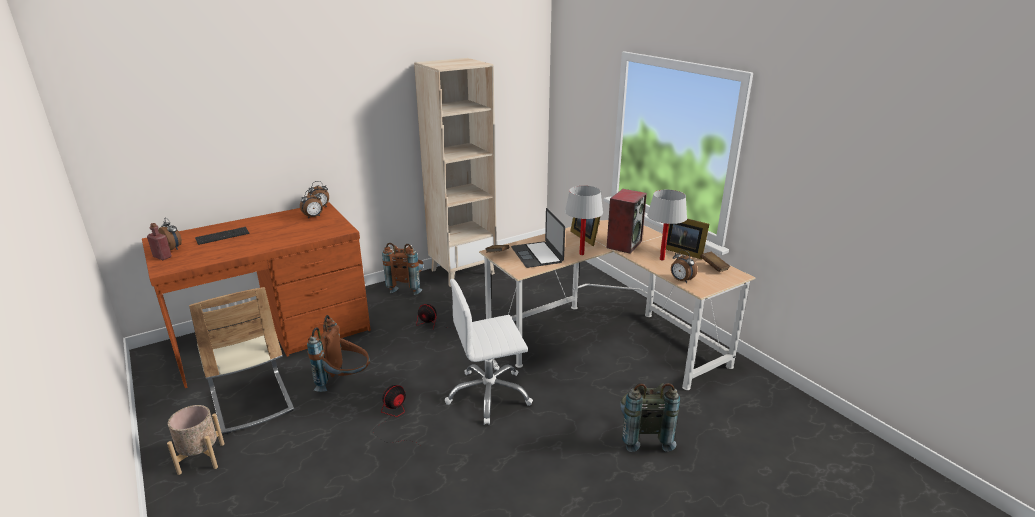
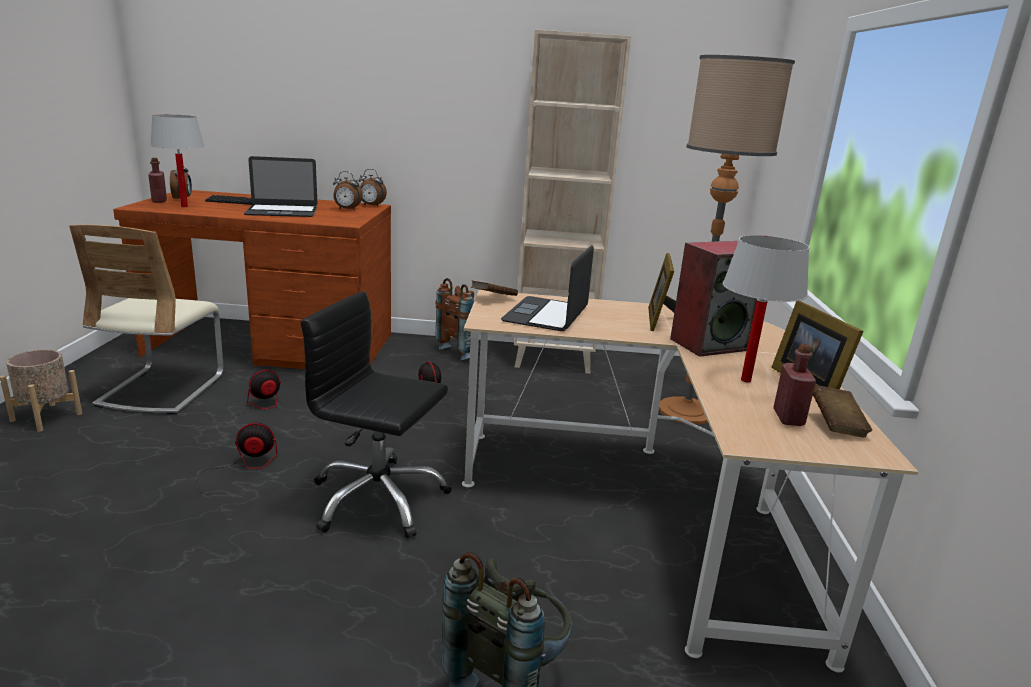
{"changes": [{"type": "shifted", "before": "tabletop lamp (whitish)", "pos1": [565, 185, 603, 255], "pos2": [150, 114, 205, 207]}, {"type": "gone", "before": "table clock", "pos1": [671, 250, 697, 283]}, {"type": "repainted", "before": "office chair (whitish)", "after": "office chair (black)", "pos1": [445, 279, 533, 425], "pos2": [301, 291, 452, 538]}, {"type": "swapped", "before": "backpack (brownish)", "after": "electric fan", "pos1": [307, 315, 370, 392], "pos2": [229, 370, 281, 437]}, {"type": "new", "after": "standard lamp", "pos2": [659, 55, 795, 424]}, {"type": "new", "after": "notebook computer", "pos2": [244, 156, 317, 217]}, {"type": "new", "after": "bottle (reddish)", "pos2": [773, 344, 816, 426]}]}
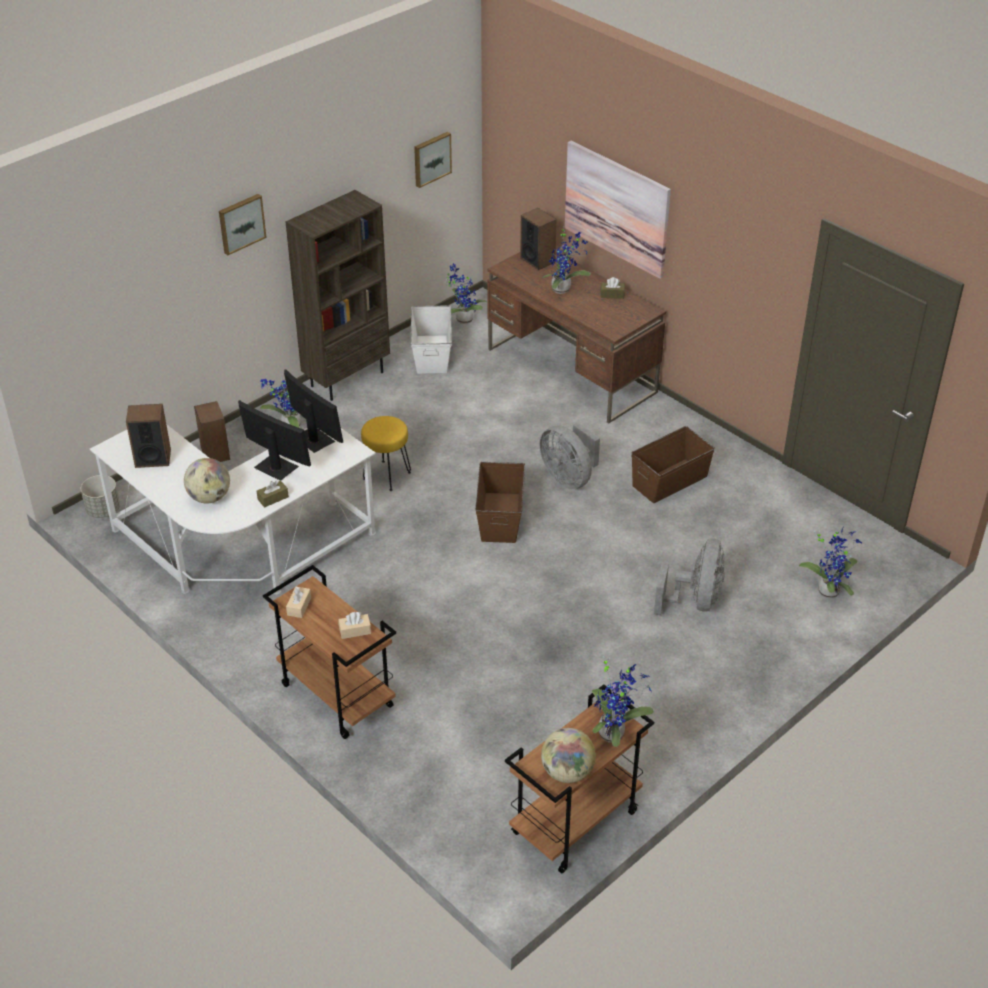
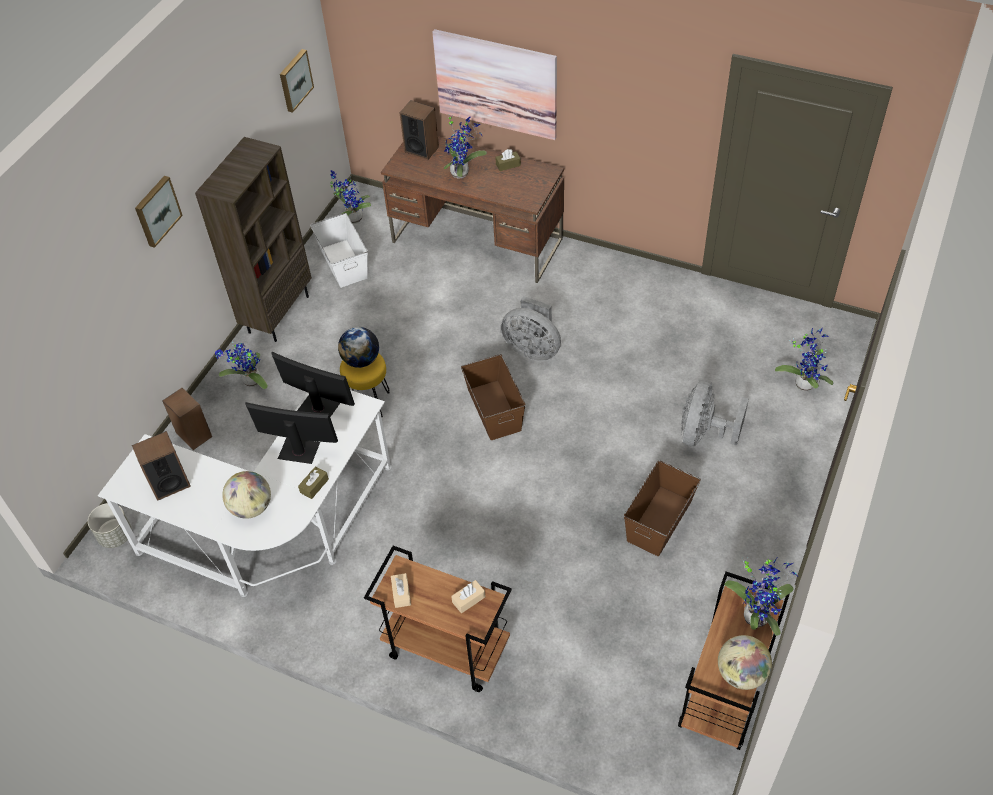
{"changes": [{"type": "shifted", "before": "storage container (brownish)", "pos1": [631, 426, 715, 503], "pos2": [624, 460, 701, 556]}, {"type": "rotated", "before": "electric fan (gray)", "pos1": [654, 538, 725, 615], "pos2": [681, 379, 749, 446], "turn": -150}, {"type": "new", "after": "world globe", "pos2": [338, 327, 379, 368]}]}
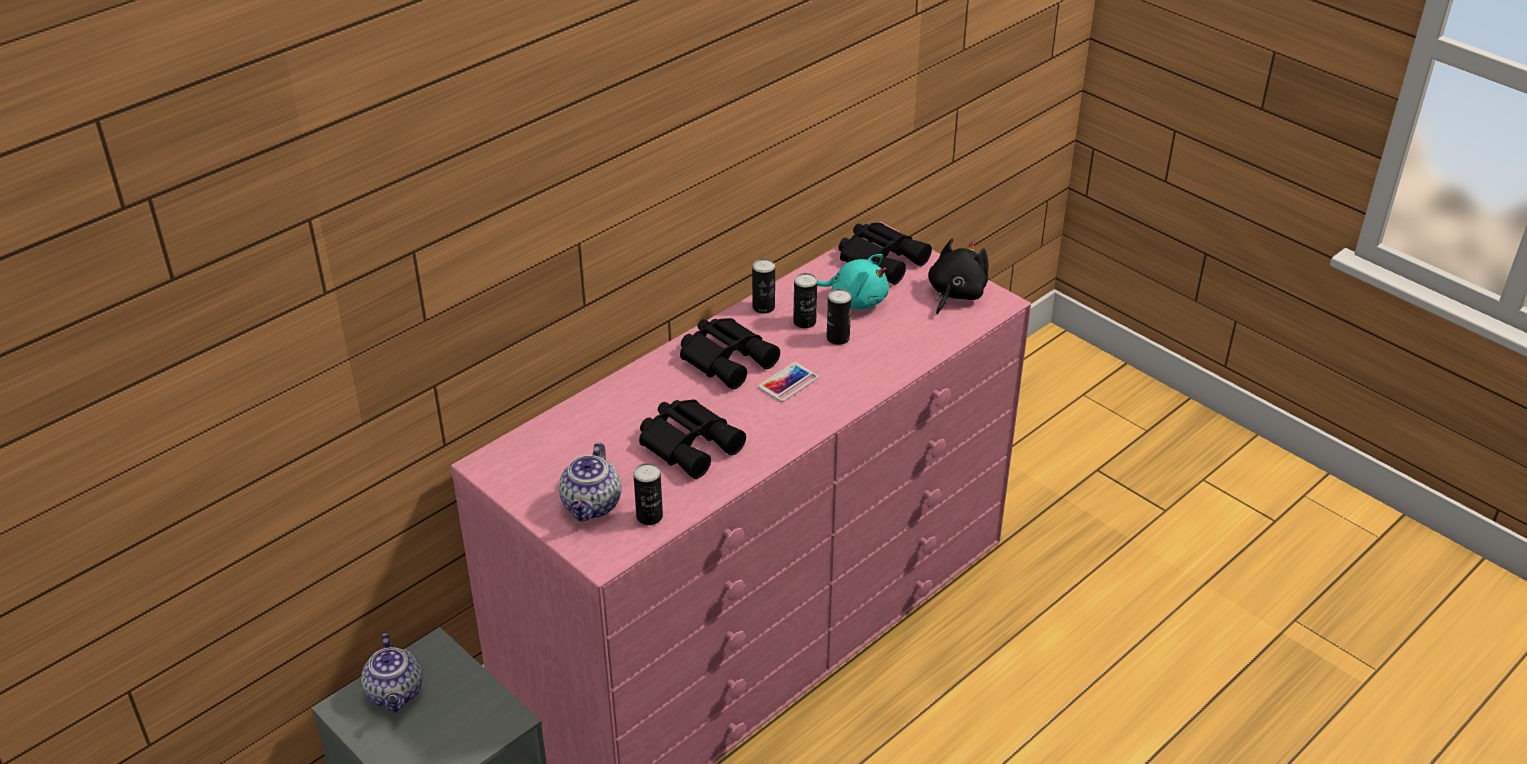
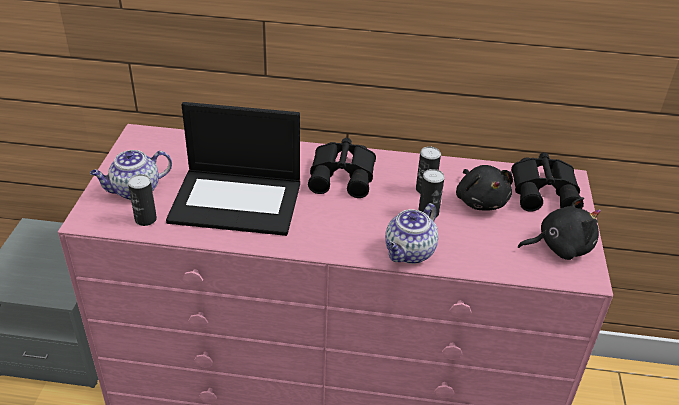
{"changes": [{"type": "repainted", "before": "cuddly toy (blue-green)", "after": "cuddly toy (black)", "pos1": [817, 254, 889, 310], "pos2": [456, 165, 513, 211]}, {"type": "gone", "before": "metal can", "pos1": [752, 259, 775, 314]}, {"type": "gone", "before": "telephone", "pos1": [758, 362, 819, 402]}, {"type": "swapped", "before": "field glasses (black)", "after": "notebook computer", "pos1": [639, 399, 746, 479], "pos2": [166, 102, 300, 236]}, {"type": "shifted", "before": "teapot", "pos1": [361, 633, 423, 713], "pos2": [385, 203, 438, 264]}]}
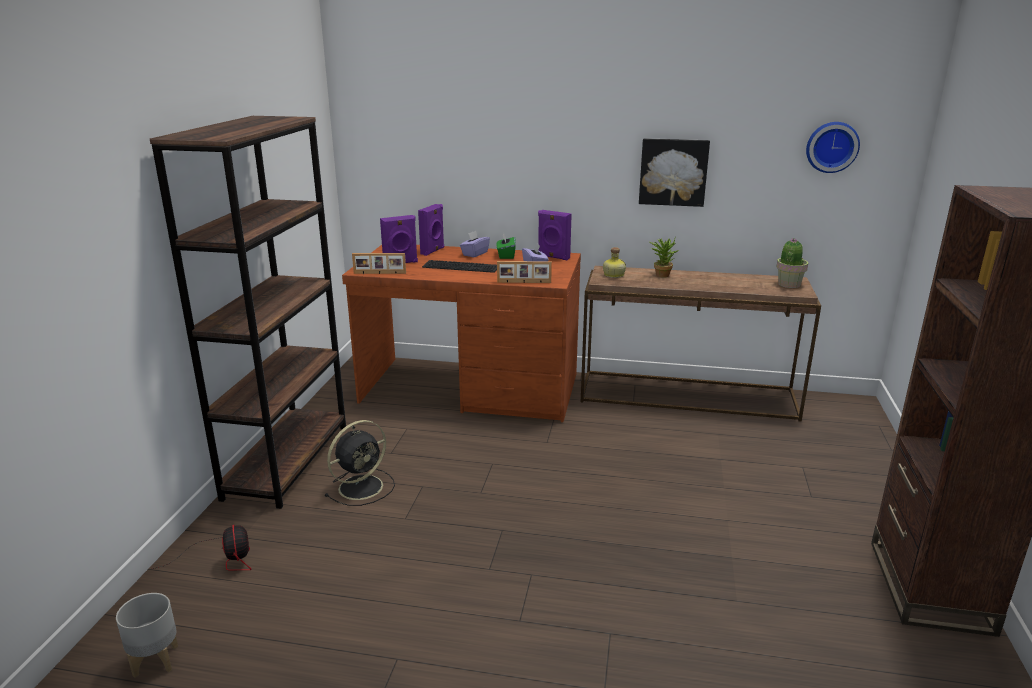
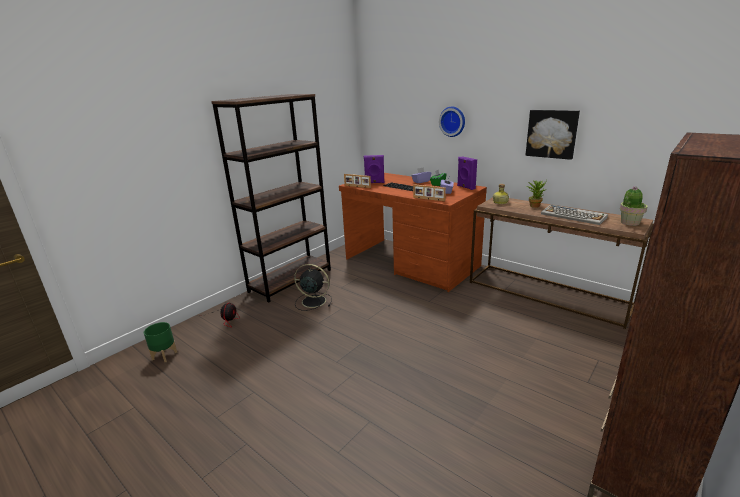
{"changes": [{"type": "shifted", "before": "clock on the wall", "pos1": [806, 122, 860, 173], "pos2": [439, 107, 465, 137]}, {"type": "gone", "before": "loudspeaker (purple-coloured)", "pos1": [418, 204, 444, 256]}, {"type": "rotated", "before": "electric fan (black)", "pos1": [324, 420, 395, 506], "pos2": [294, 264, 332, 311], "turn": -150}, {"type": "repainted", "before": "planter (gray)", "after": "planter (green-coloured)", "pos1": [116, 593, 178, 678], "pos2": [144, 322, 178, 362]}, {"type": "new", "after": "PC keyboard", "pos2": [541, 204, 608, 225]}]}
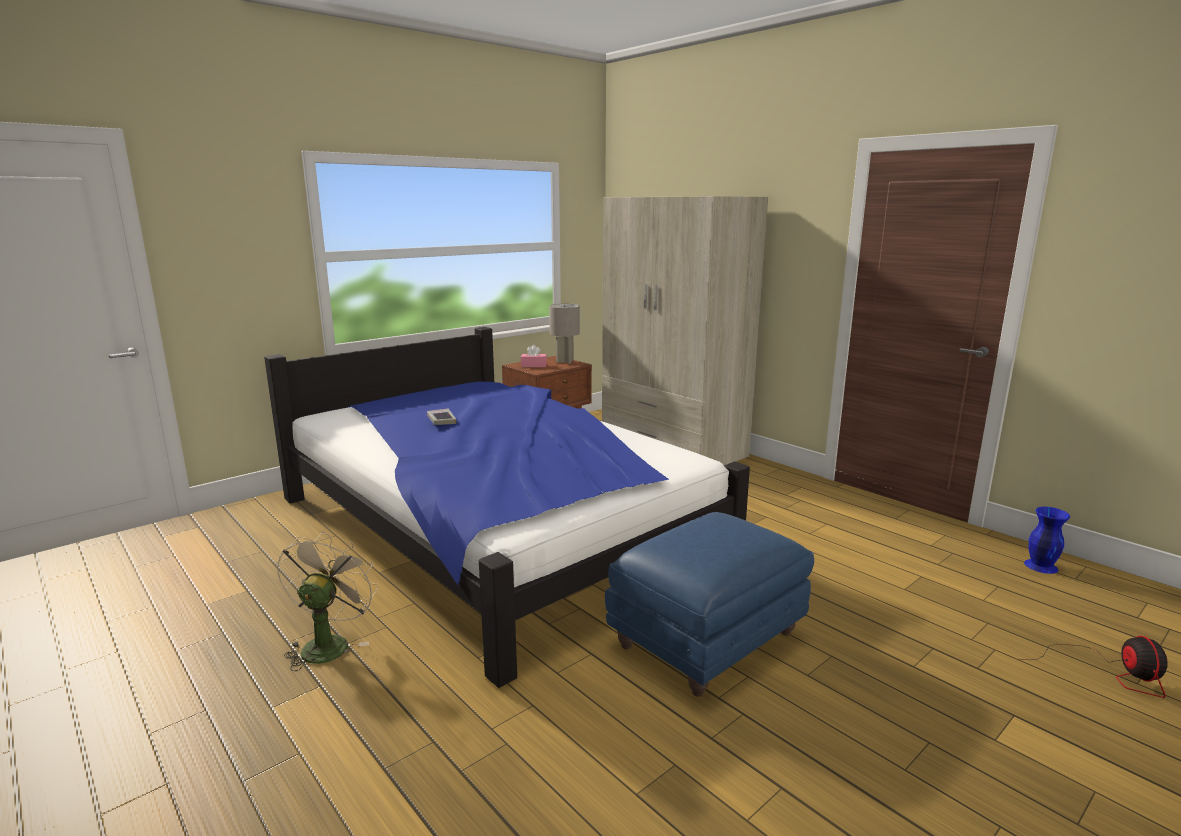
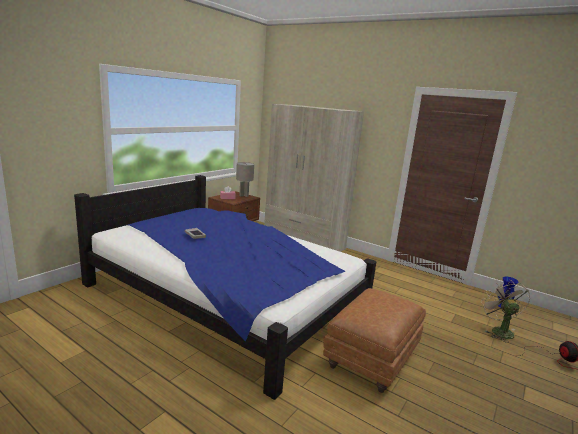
{"changes": [{"type": "repainted", "before": "pouffe (blue-coloured)", "after": "pouffe (brownish)", "pos1": [605, 512, 814, 697], "pos2": [323, 288, 426, 393]}, {"type": "shifted", "before": "electric fan (sand-coloured)", "pos1": [277, 531, 379, 671], "pos2": [481, 281, 530, 343]}]}
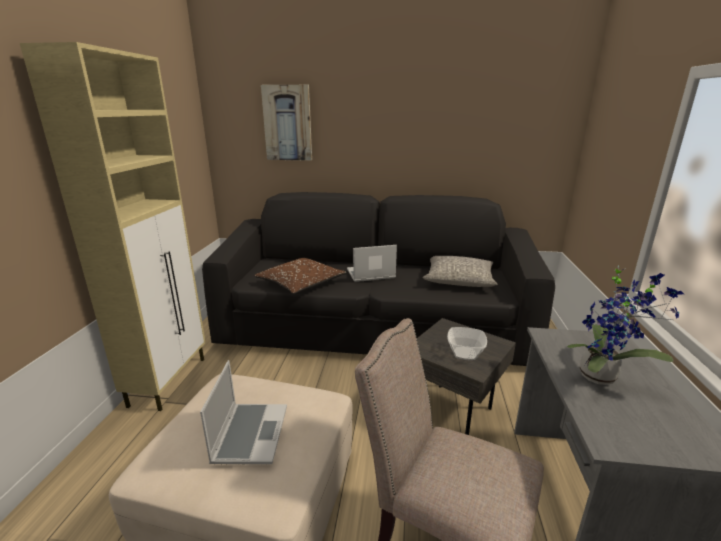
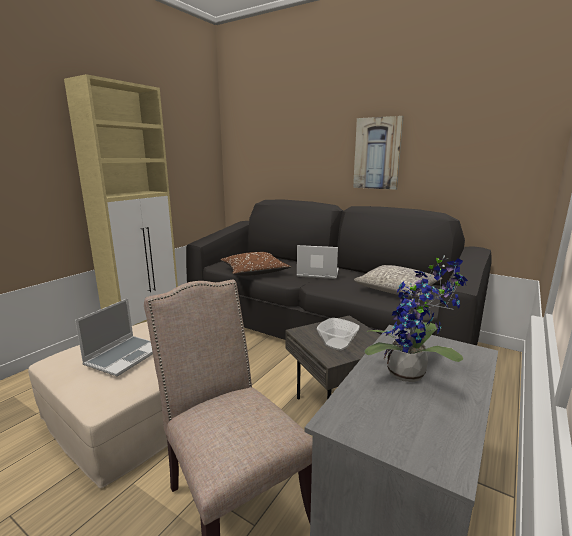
{"changes": [{"type": "shifted", "before": "wall art", "pos1": [261, 85, 312, 161], "pos2": [353, 116, 404, 190]}]}
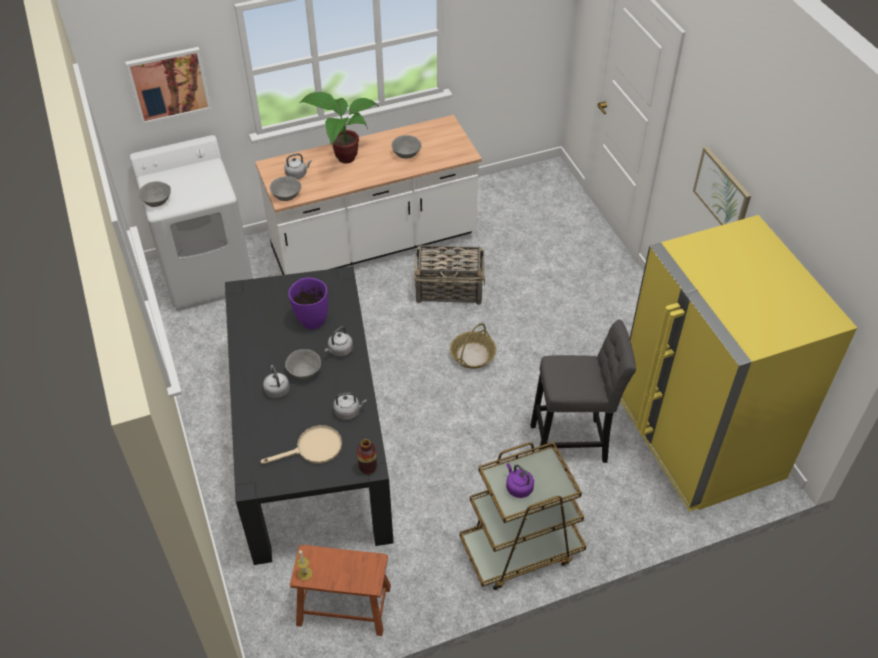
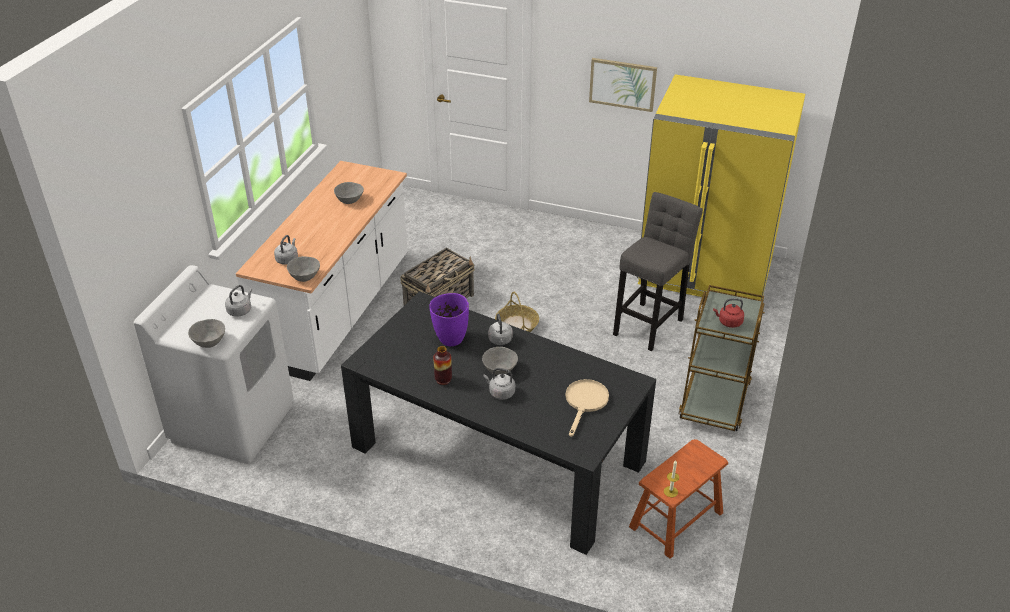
{"changes": [{"type": "gone", "before": "wall art", "pos1": [125, 47, 212, 125]}, {"type": "gone", "before": "potted plant", "pos1": [299, 92, 379, 164]}, {"type": "shifted", "before": "water kettle (gray)", "pos1": [333, 392, 367, 420], "pos2": [225, 285, 252, 317]}, {"type": "shifted", "before": "vase", "pos1": [357, 439, 377, 475], "pos2": [433, 346, 452, 385]}, {"type": "repainted", "before": "water kettle (purple-coloured)", "after": "water kettle (reddish)", "pos1": [506, 463, 534, 498], "pos2": [713, 298, 744, 328]}]}
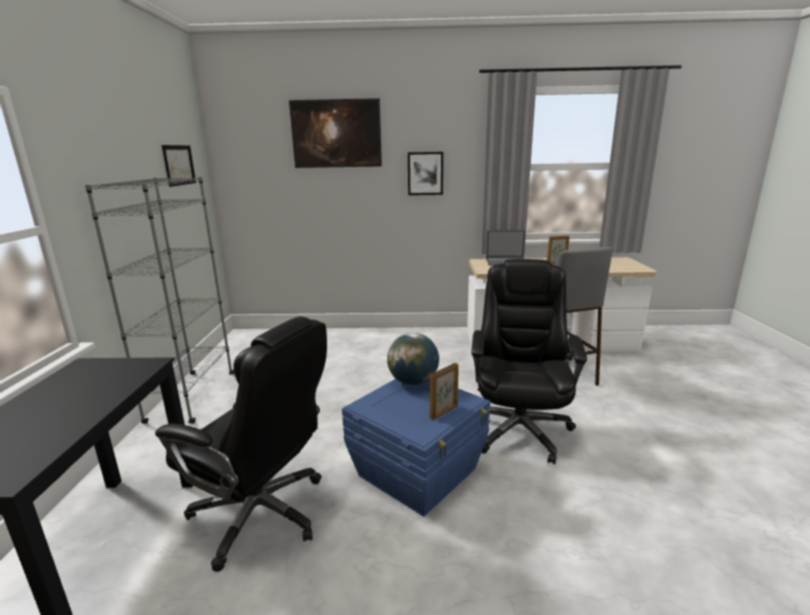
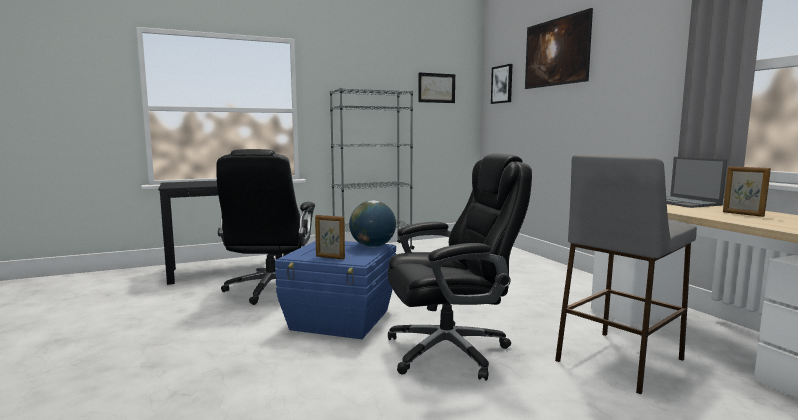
{"changes": [{"type": "shifted", "before": "wall art", "pos1": [408, 152, 443, 195], "pos2": [491, 64, 512, 104]}]}
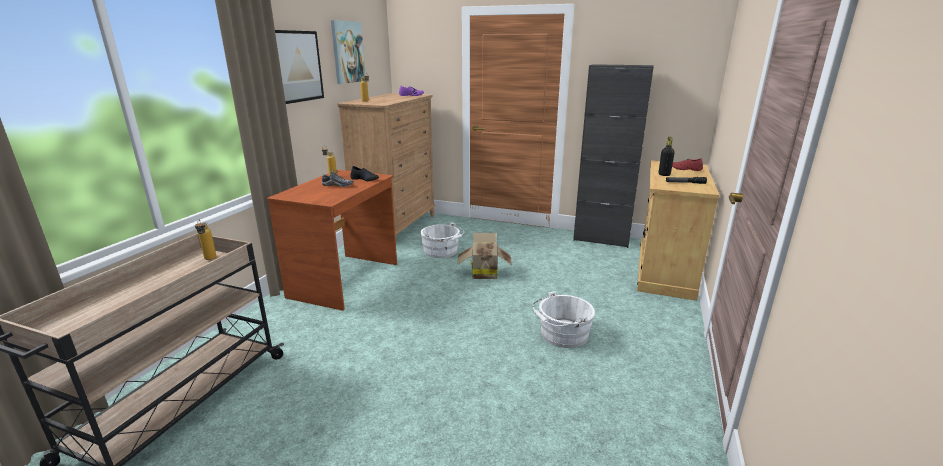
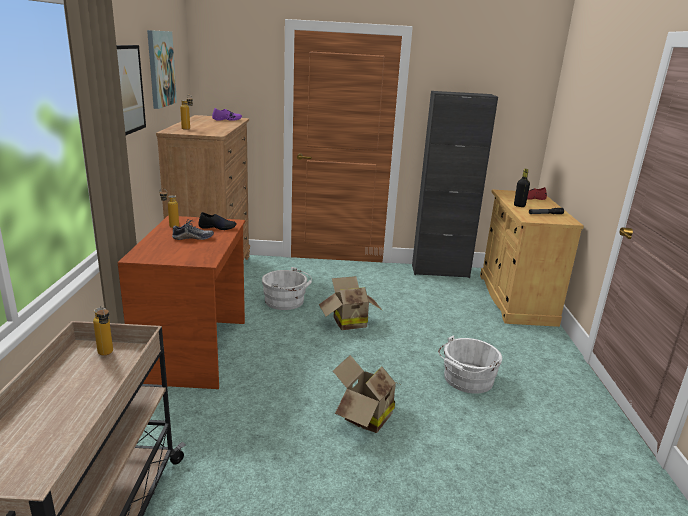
{"changes": [{"type": "new", "after": "carton", "pos2": [333, 355, 399, 433]}]}
